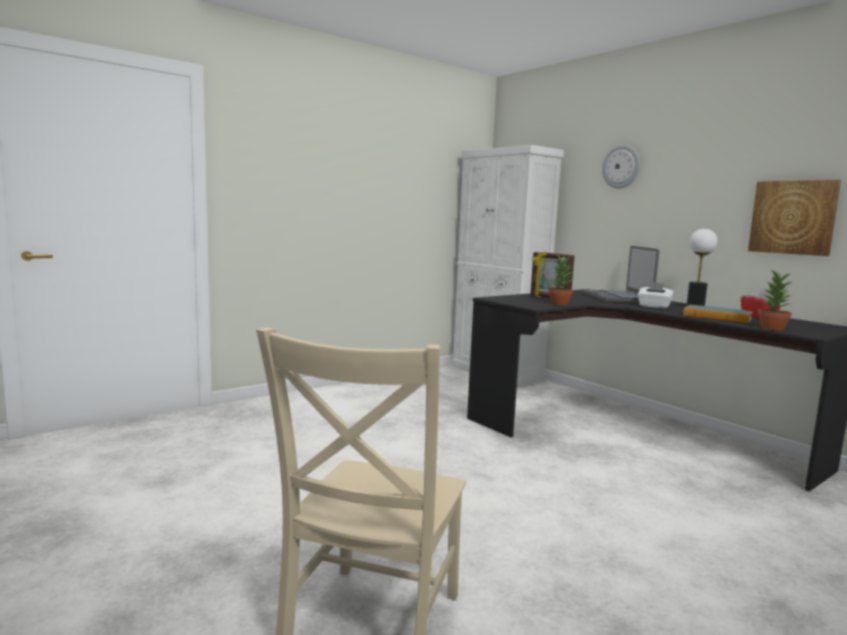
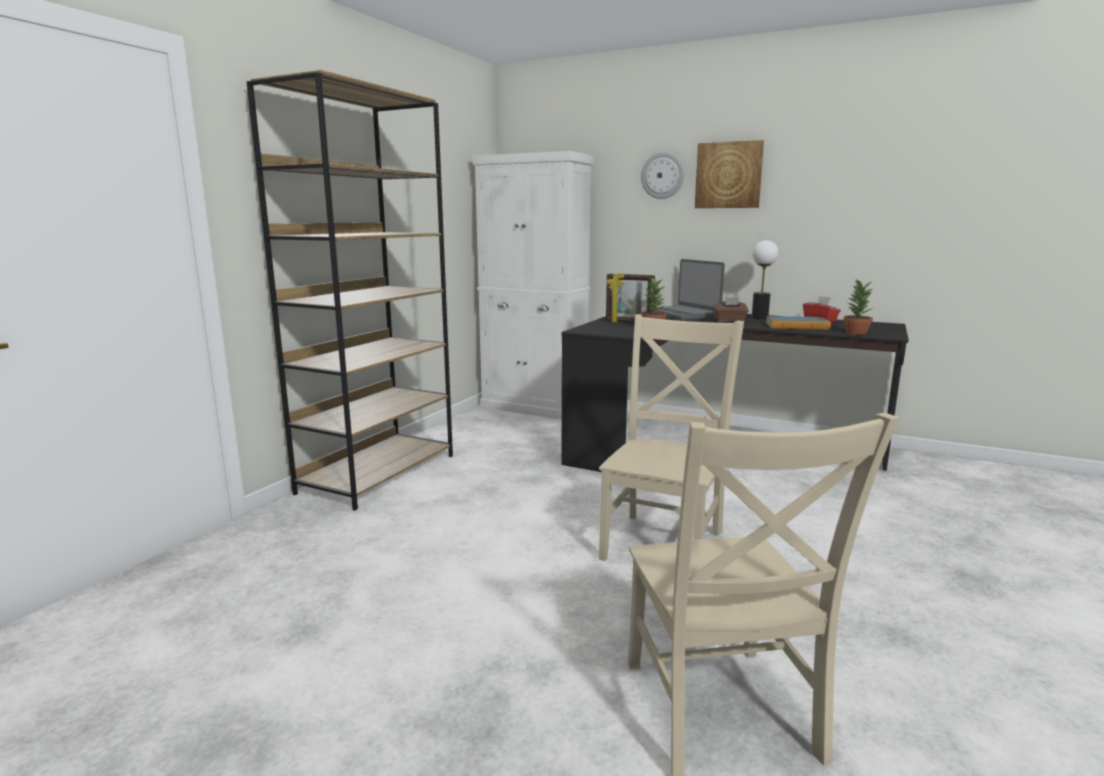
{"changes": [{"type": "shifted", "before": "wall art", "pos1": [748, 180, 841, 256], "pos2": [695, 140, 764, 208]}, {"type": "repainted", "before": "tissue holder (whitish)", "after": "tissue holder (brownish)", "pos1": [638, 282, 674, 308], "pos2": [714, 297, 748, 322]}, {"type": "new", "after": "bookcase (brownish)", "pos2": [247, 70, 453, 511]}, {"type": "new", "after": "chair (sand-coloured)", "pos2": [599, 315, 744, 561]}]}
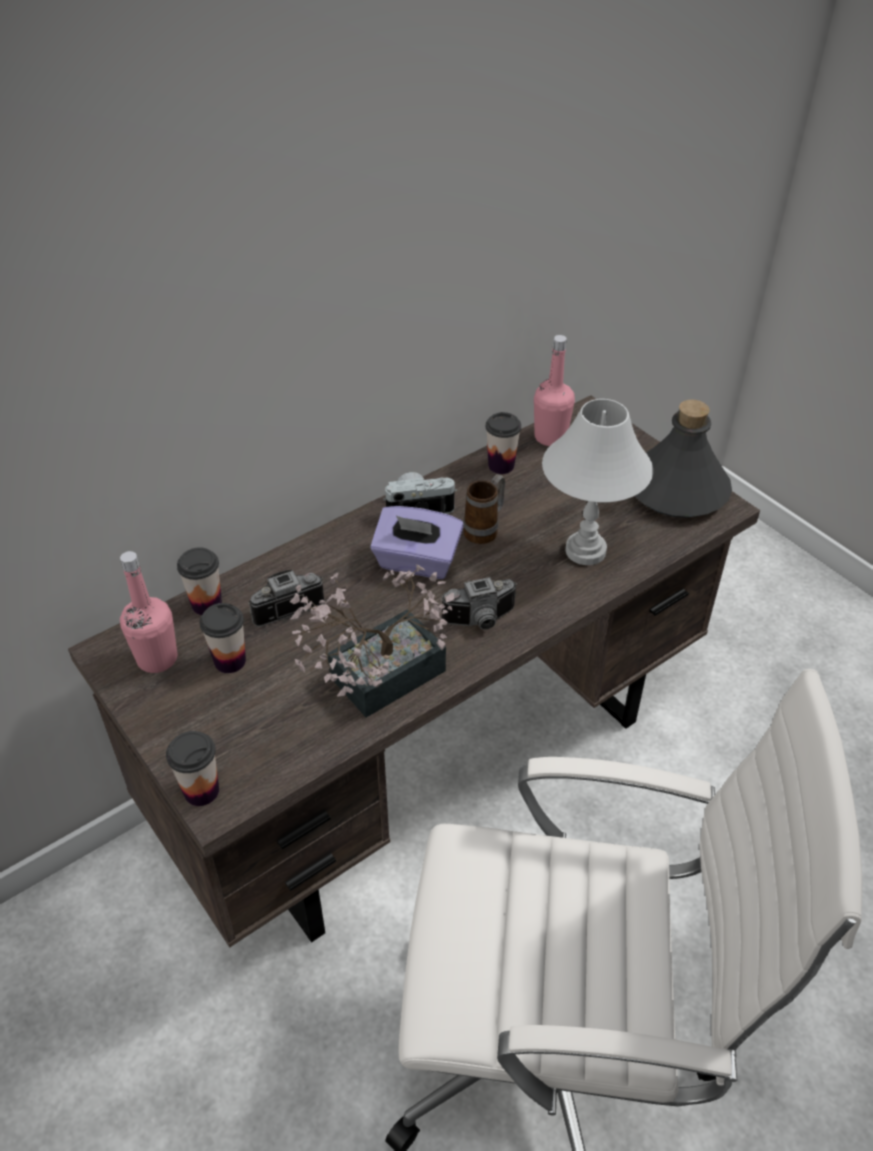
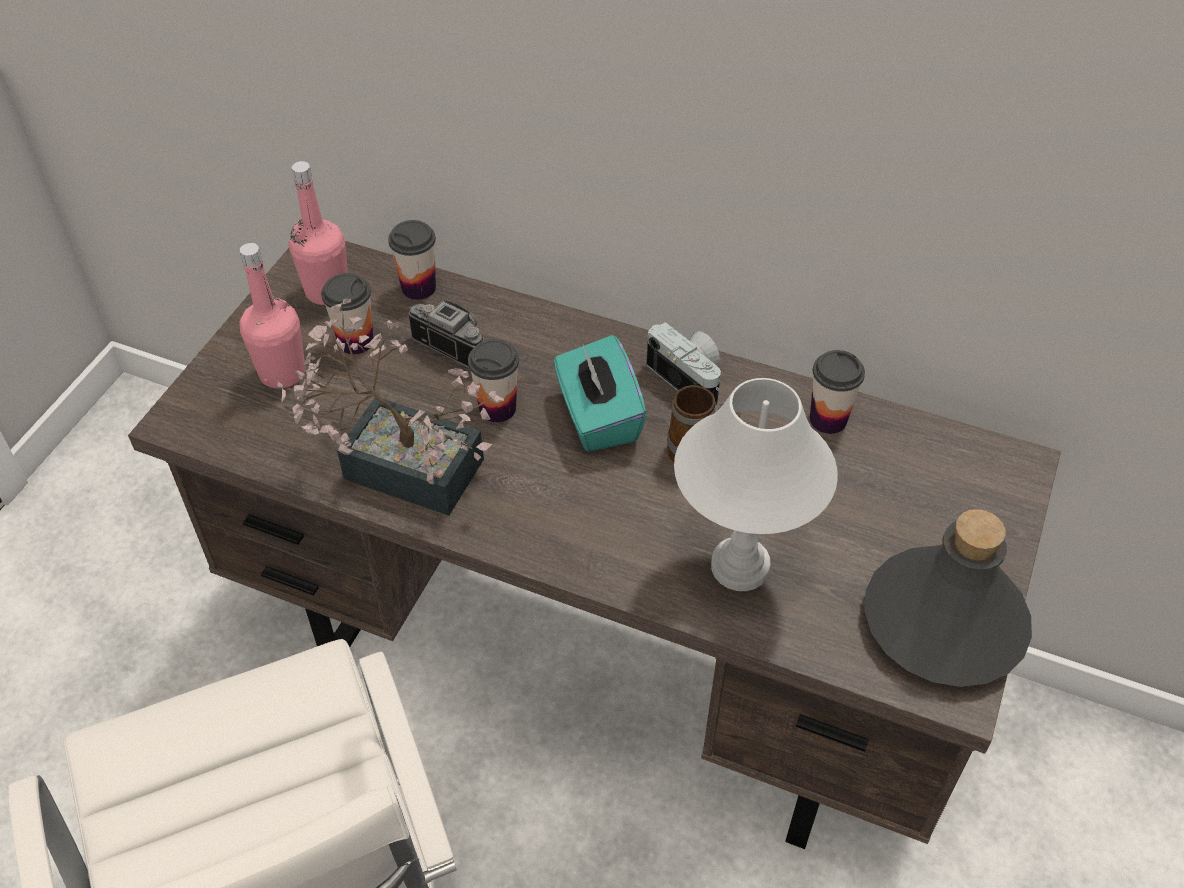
{"changes": [{"type": "shifted", "before": "bottle (pink)", "pos1": [534, 335, 575, 446], "pos2": [239, 243, 305, 388]}, {"type": "repainted", "before": "tissue holder (purple-coloured)", "after": "tissue holder (blue-green)", "pos1": [370, 506, 464, 579], "pos2": [554, 335, 647, 452]}, {"type": "gone", "before": "photo camera", "pos1": [441, 577, 517, 630]}, {"type": "shifted", "before": "cup", "pos1": [166, 731, 219, 806], "pos2": [468, 339, 519, 423]}]}
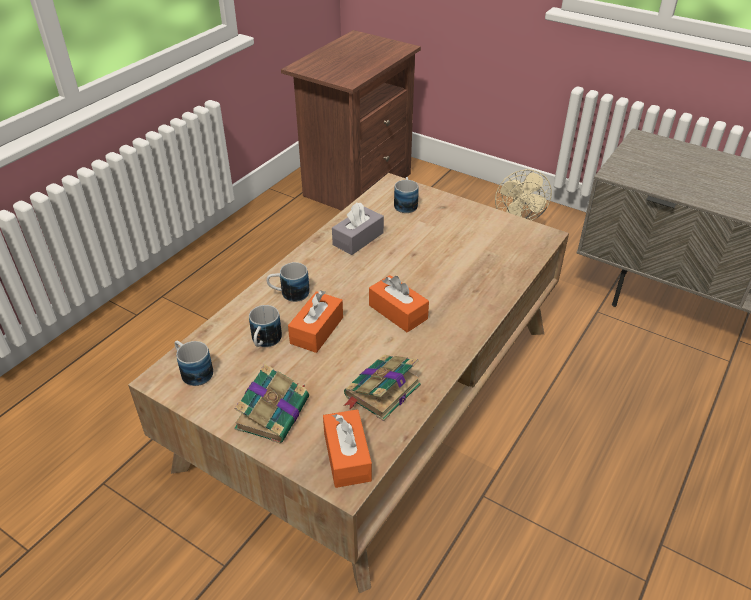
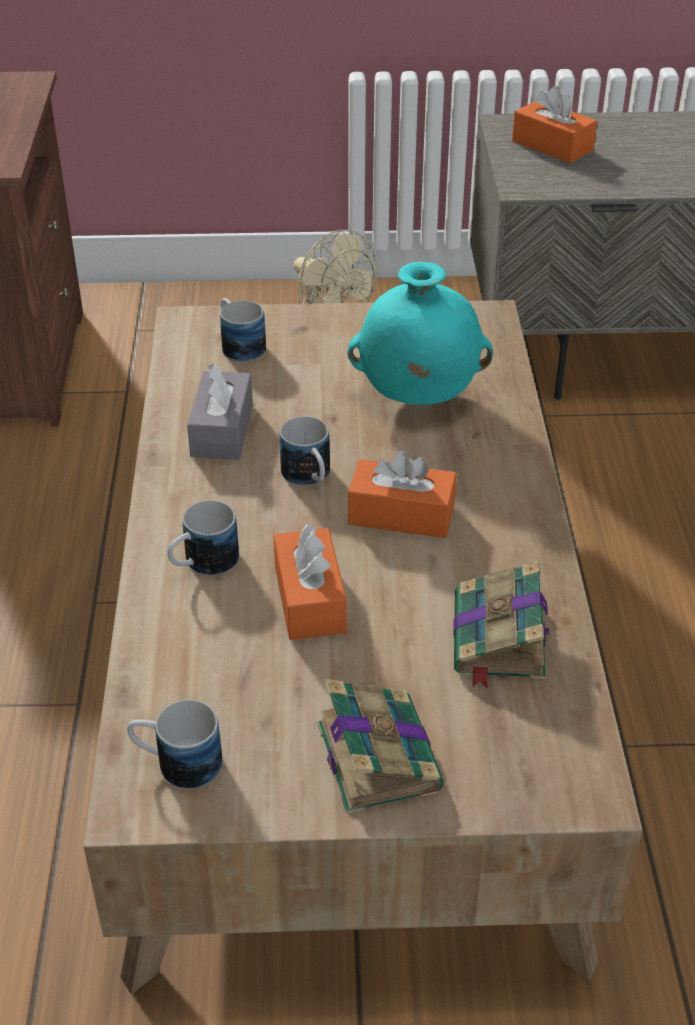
{"changes": [{"type": "shifted", "before": "mug", "pos1": [249, 305, 282, 347], "pos2": [279, 416, 330, 486]}, {"type": "shifted", "before": "tissue holder (orangey)", "pos1": [323, 409, 372, 488], "pos2": [512, 86, 597, 163]}, {"type": "new", "after": "vase (blue-green)", "pos2": [347, 262, 493, 405]}]}
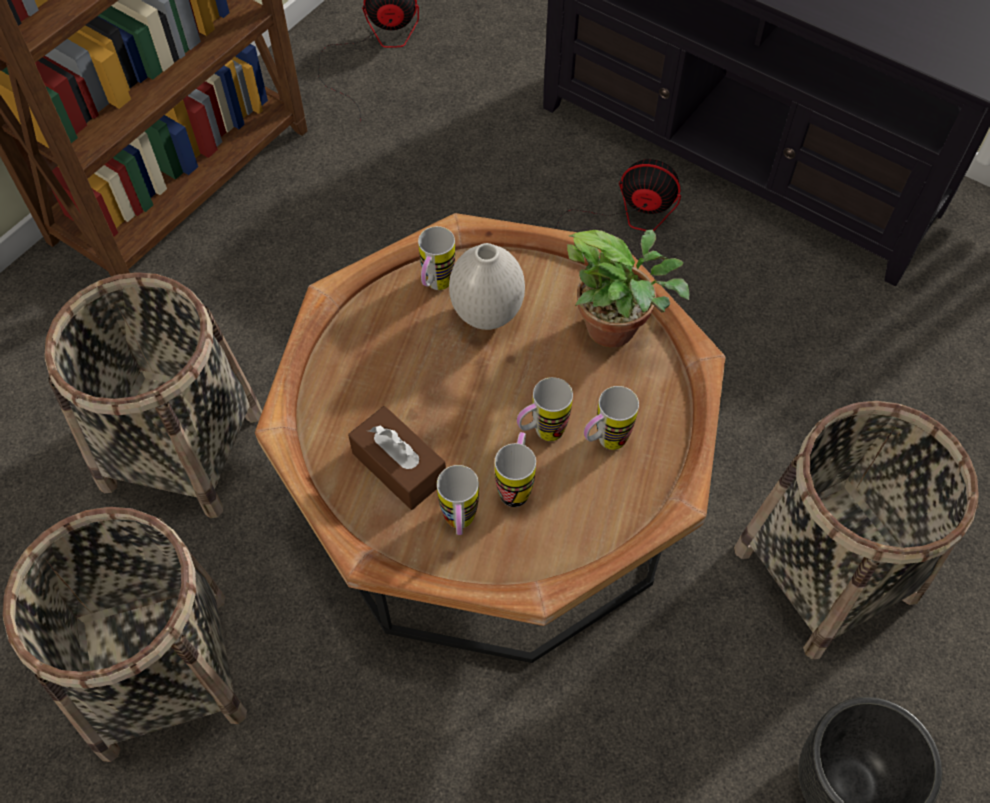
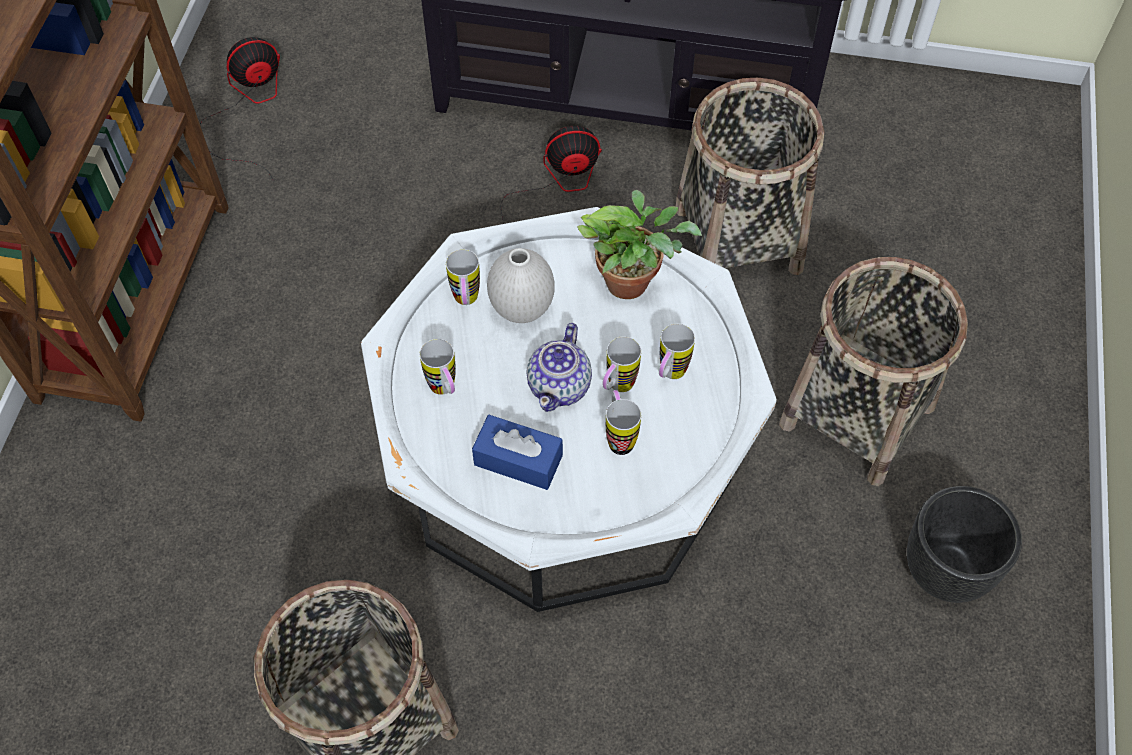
{"changes": [{"type": "repainted", "before": "low table (brownish)", "after": "low table (whitish)", "pos1": [255, 213, 725, 663], "pos2": [361, 207, 777, 612]}, {"type": "shifted", "before": "household basket", "pos1": [45, 272, 262, 518], "pos2": [676, 78, 824, 275]}, {"type": "repainted", "before": "tissue holder (brownish)", "after": "tissue holder (blue-coloured)", "pos1": [348, 406, 446, 510], "pos2": [472, 415, 563, 490]}, {"type": "shifted", "before": "mug", "pos1": [437, 465, 479, 535], "pos2": [420, 339, 456, 395]}, {"type": "new", "after": "teapot", "pos2": [527, 323, 592, 412]}]}
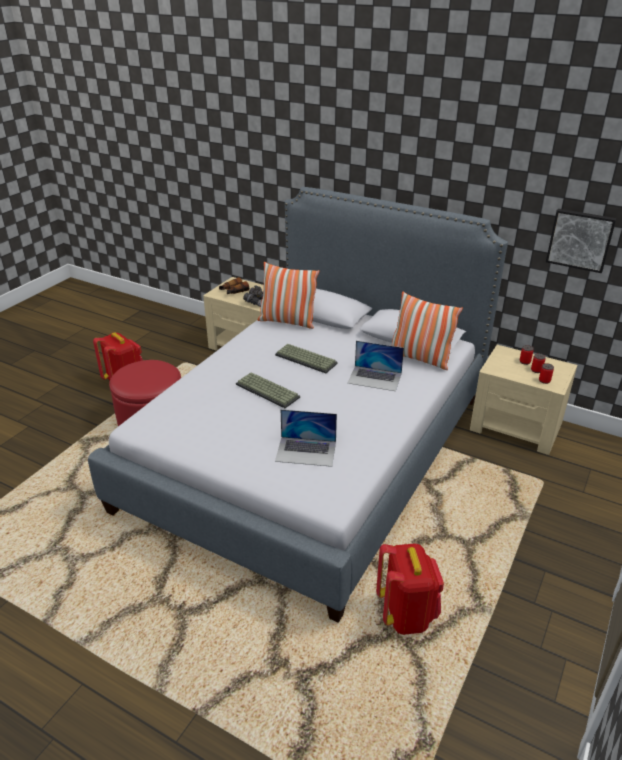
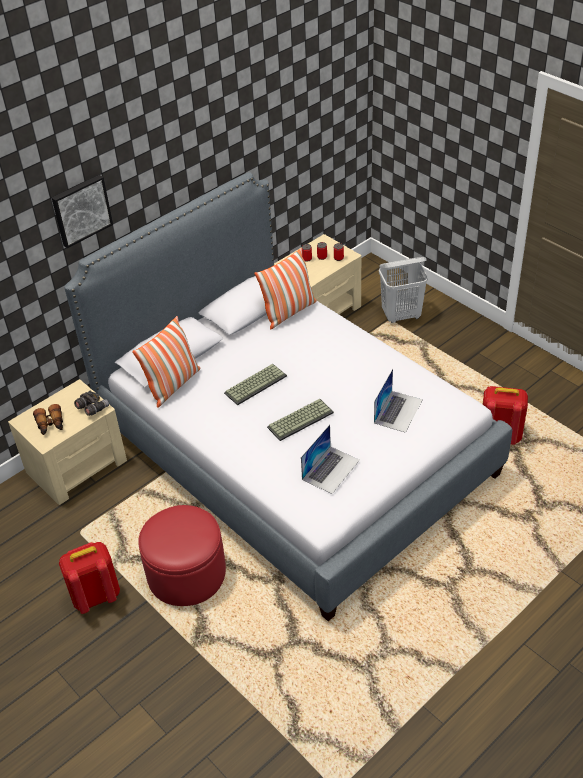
{"changes": [{"type": "shifted", "before": "wall art", "pos1": [546, 209, 617, 273], "pos2": [52, 175, 113, 248]}, {"type": "shifted", "before": "notebook computer", "pos1": [348, 341, 404, 391], "pos2": [301, 424, 360, 494]}, {"type": "new", "after": "washing basket (whitish)", "pos2": [379, 257, 428, 323]}]}
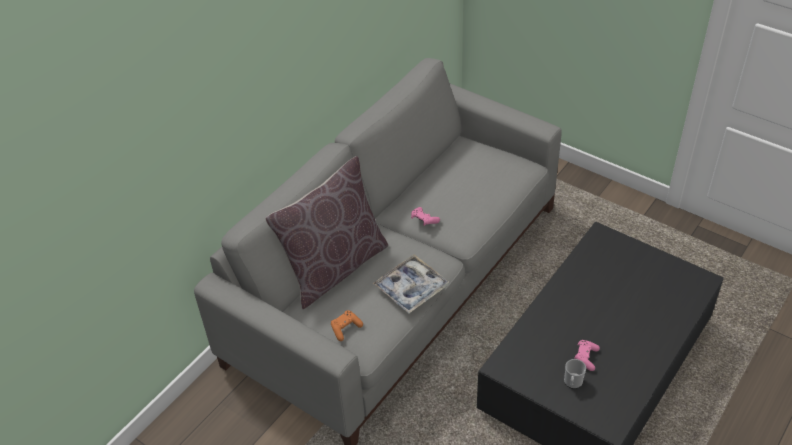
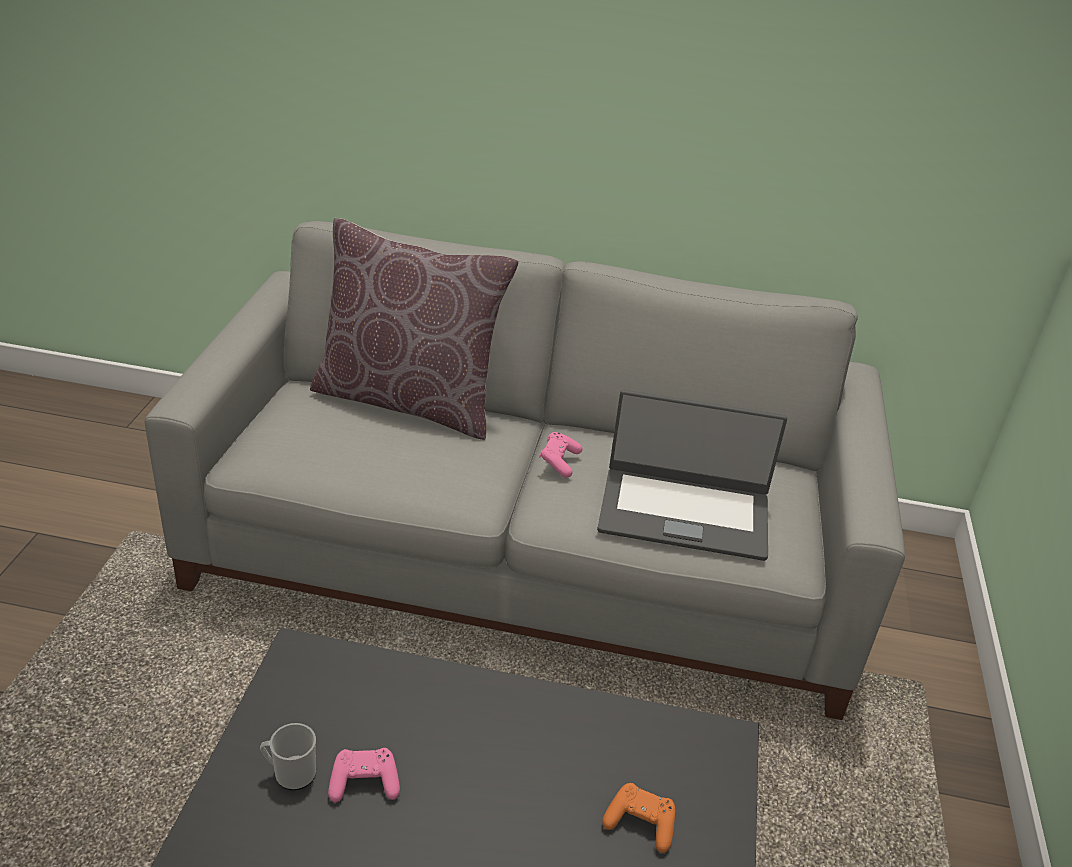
{"changes": [{"type": "gone", "before": "tray", "pos1": [373, 254, 449, 313]}, {"type": "shifted", "before": "joypad (orangey)", "pos1": [331, 310, 363, 341], "pos2": [602, 783, 675, 853]}, {"type": "new", "after": "notebook computer", "pos2": [597, 390, 787, 561]}]}
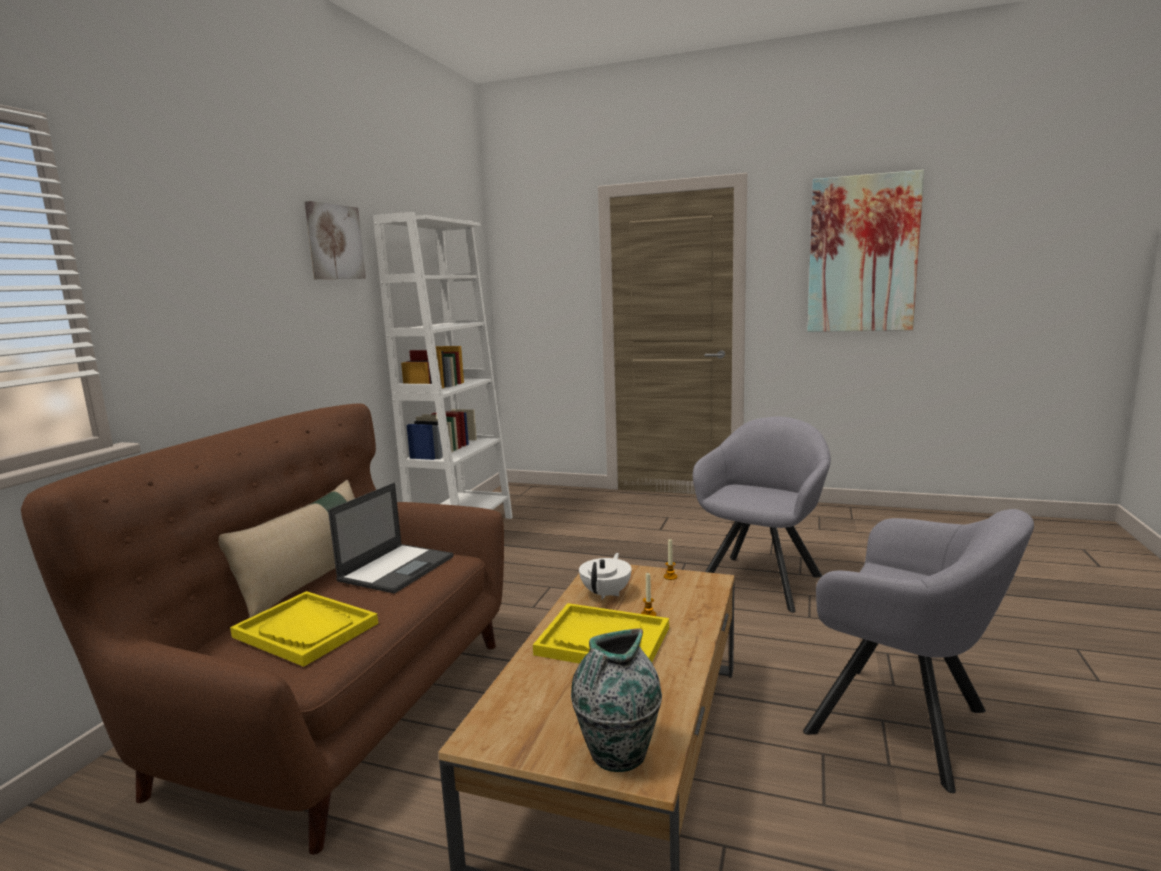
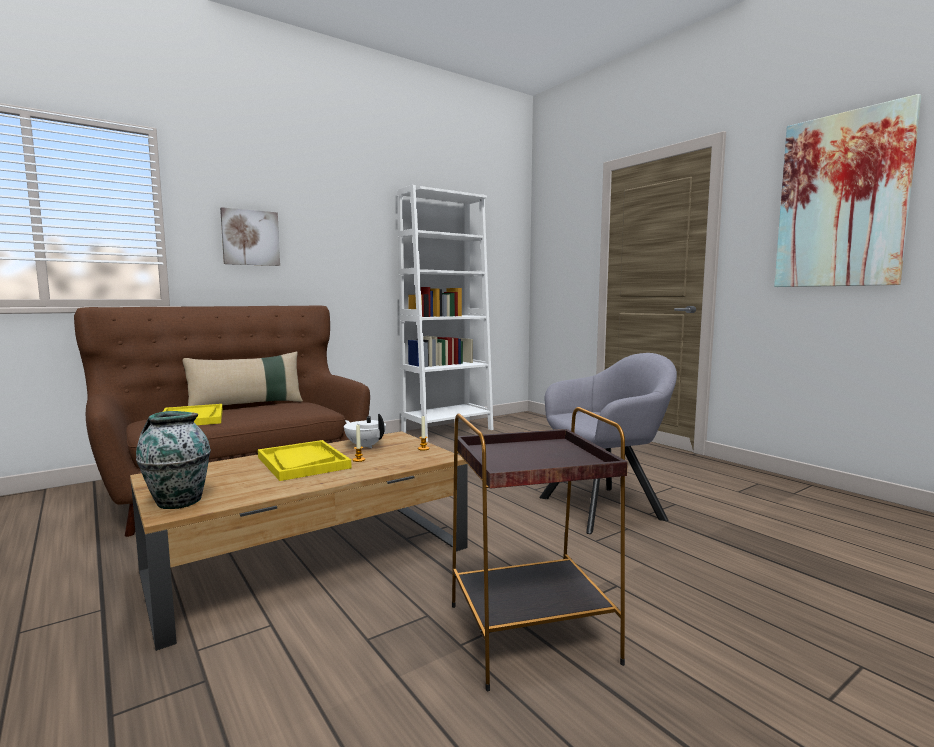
{"changes": [{"type": "shifted", "before": "wall art", "pos1": [305, 201, 366, 279], "pos2": [220, 207, 280, 266]}, {"type": "gone", "before": "notebook computer", "pos1": [328, 483, 453, 594]}, {"type": "swapped", "before": "easy chair (gray)", "after": "side table (brownish)", "pos1": [803, 509, 1034, 793], "pos2": [452, 407, 628, 691]}, {"type": "rotated", "before": "teapot (whitish)", "pos1": [579, 553, 631, 600], "pos2": [344, 414, 386, 448], "turn": -105}]}
